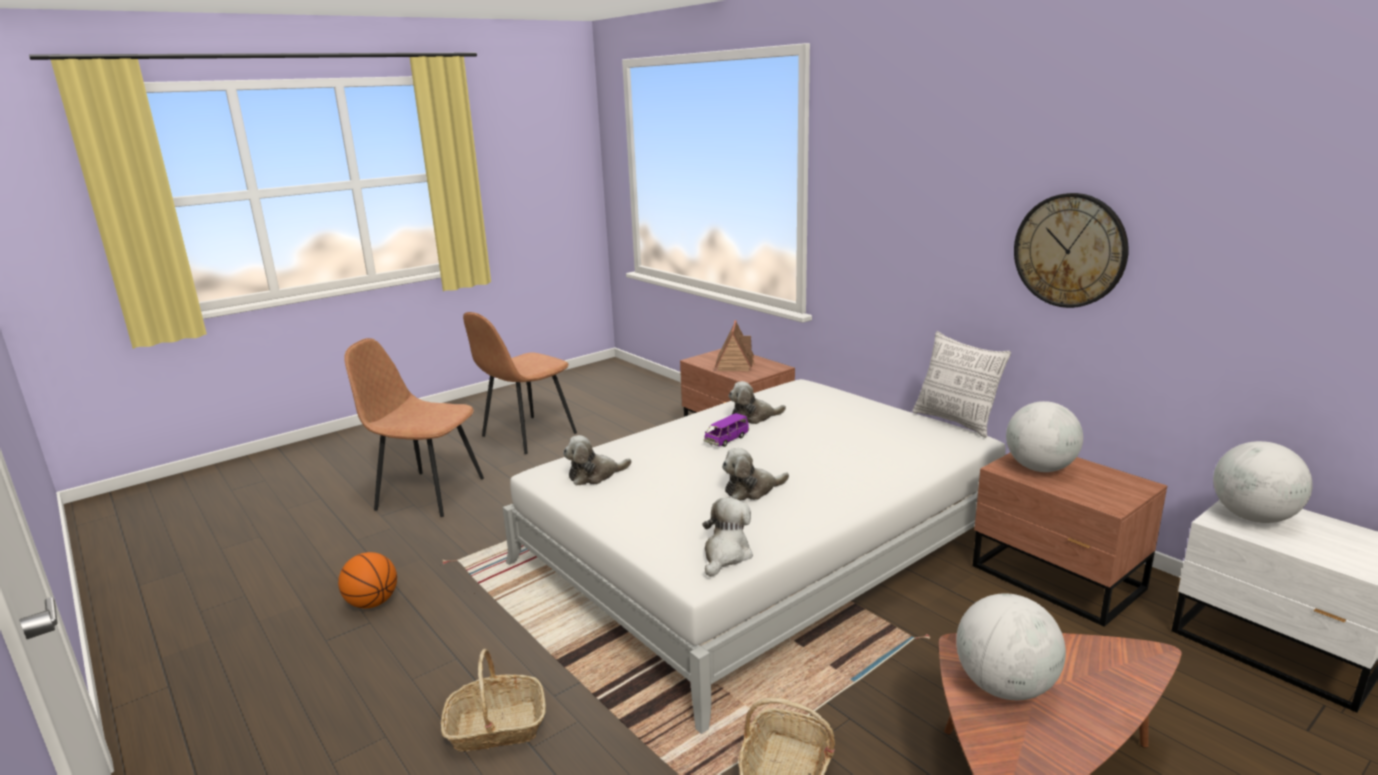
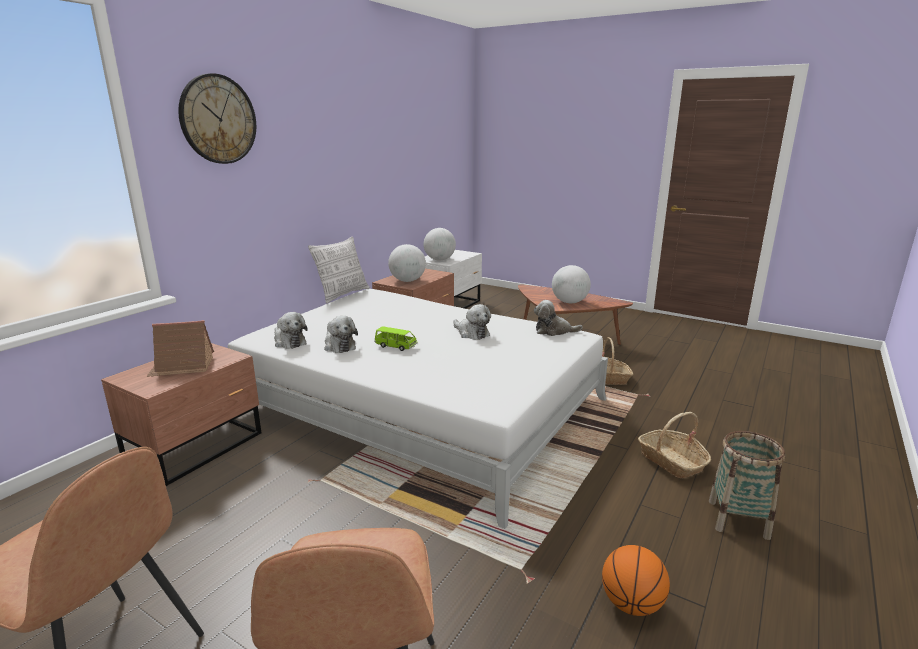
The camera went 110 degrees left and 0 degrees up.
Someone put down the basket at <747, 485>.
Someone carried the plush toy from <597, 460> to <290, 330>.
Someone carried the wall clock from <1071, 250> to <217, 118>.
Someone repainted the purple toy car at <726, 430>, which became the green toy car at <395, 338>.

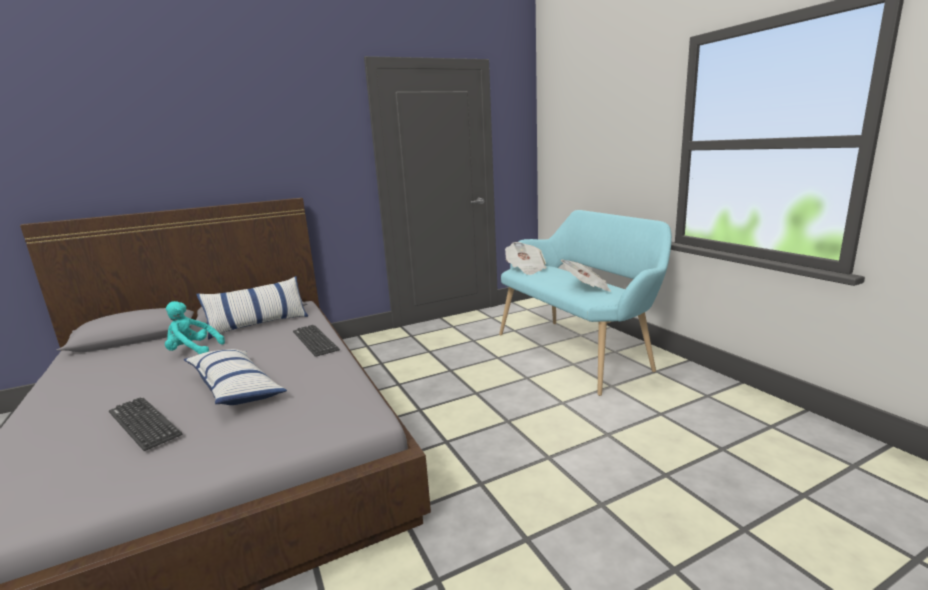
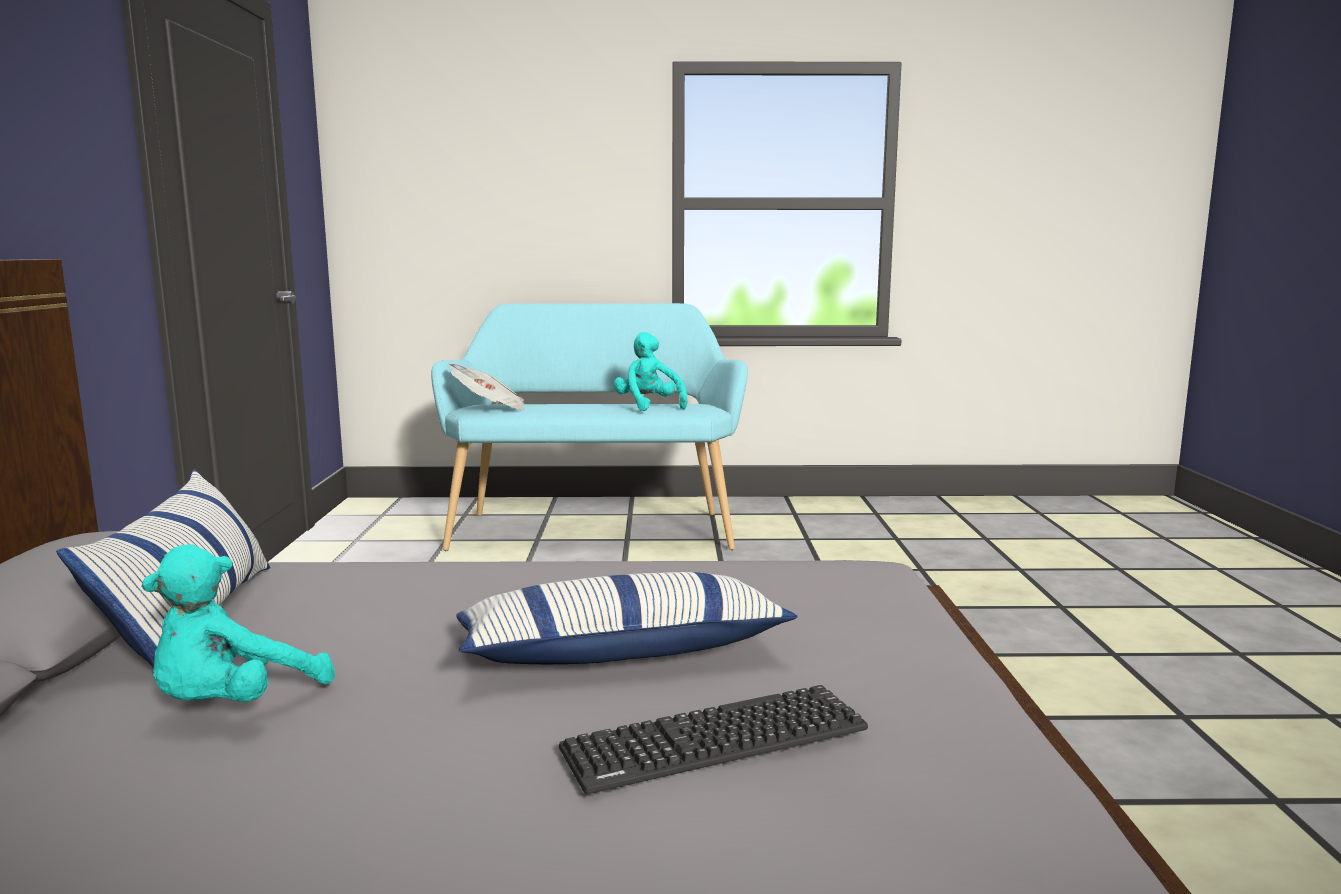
The camera went 65 degrees left and 5 degrees down.
Someone took away the keyboard at <316, 341>.
Someone swapped the newspaper at <586, 275> for the turquoise plush toy at <650, 371>.

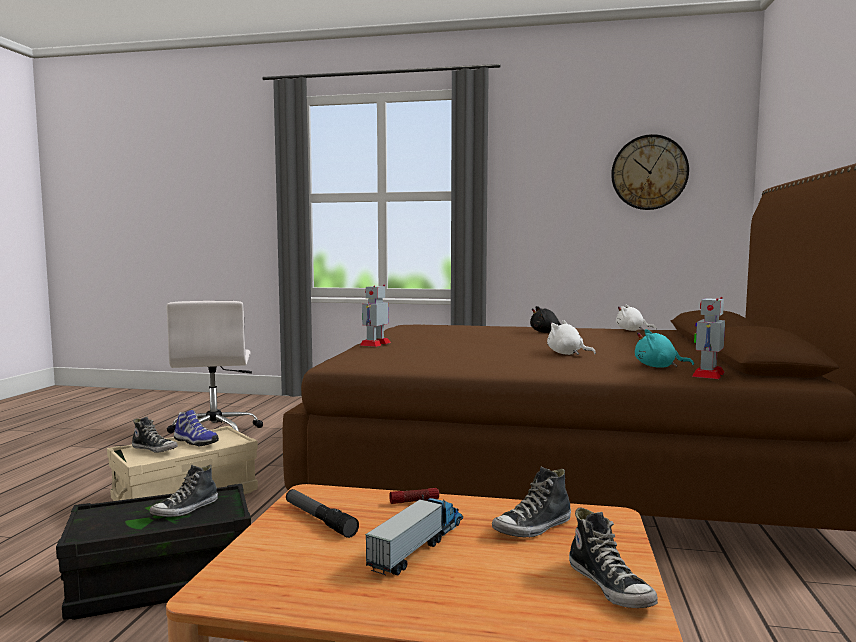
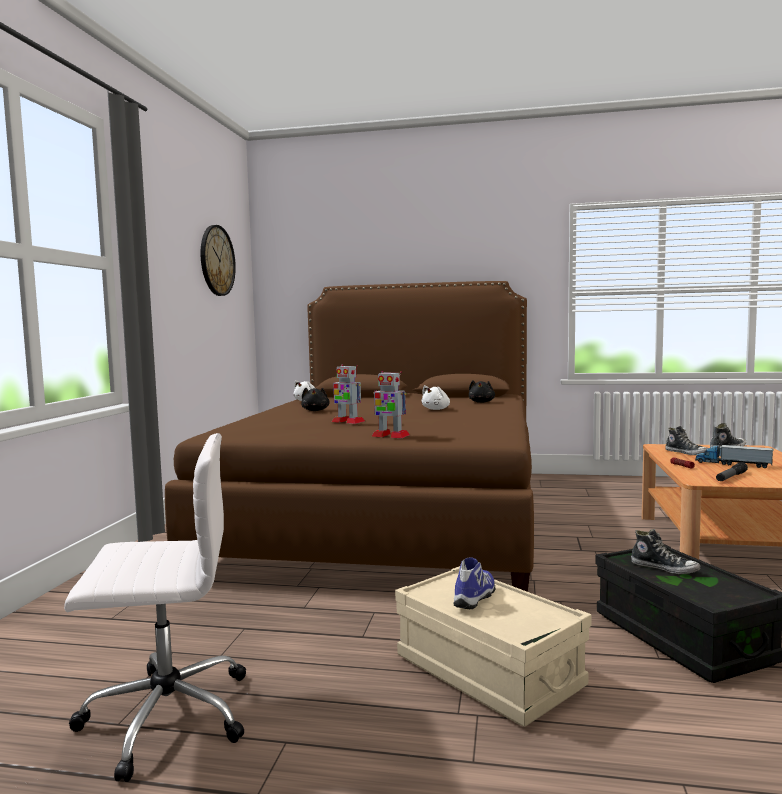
The camera went 90 degrees left and 0 degrees up.
Someone took away the shoe at <155, 435>.
Someone carried the toy robot from <708, 338> to <348, 394>.
Someone repainted the turquoise plush toy at <664, 348>, which became the black plush toy at <482, 391>.

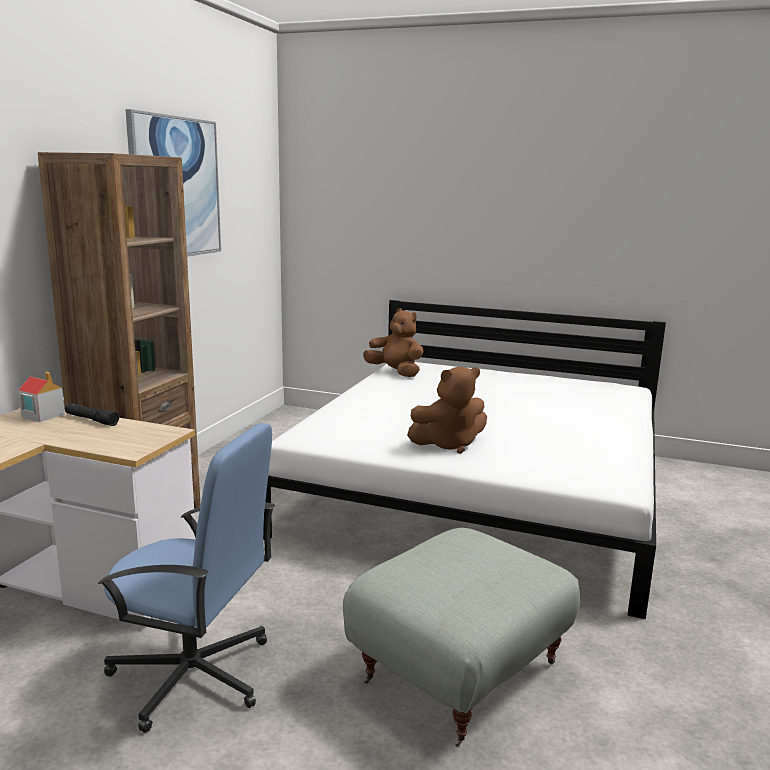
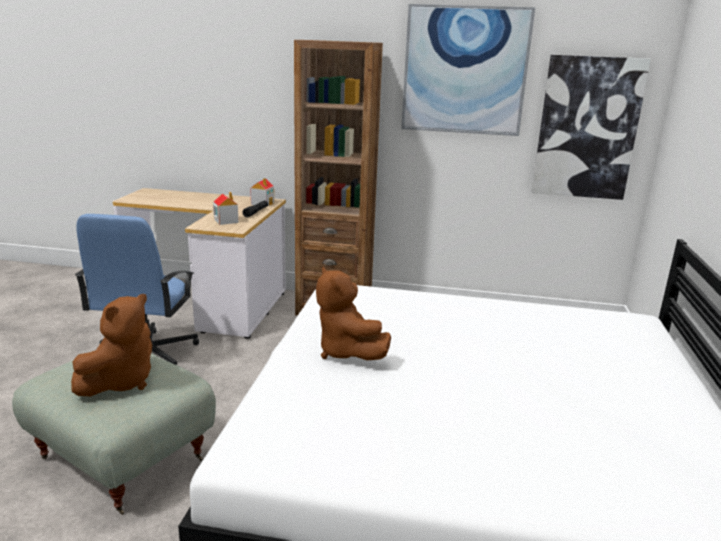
The camera went 80 degrees right and 5 degrees up.
Someone put down the toy house at <226, 208>.
Someone put up the picture at <591, 127>.
Someone carried the brown plush toy from <393, 342> to <111, 345>.

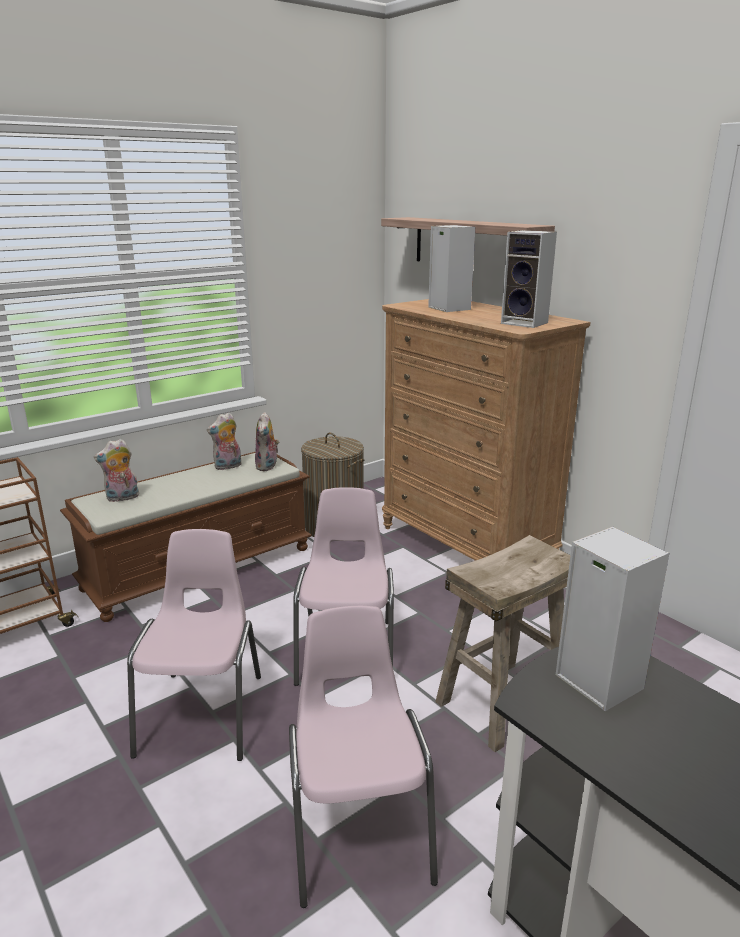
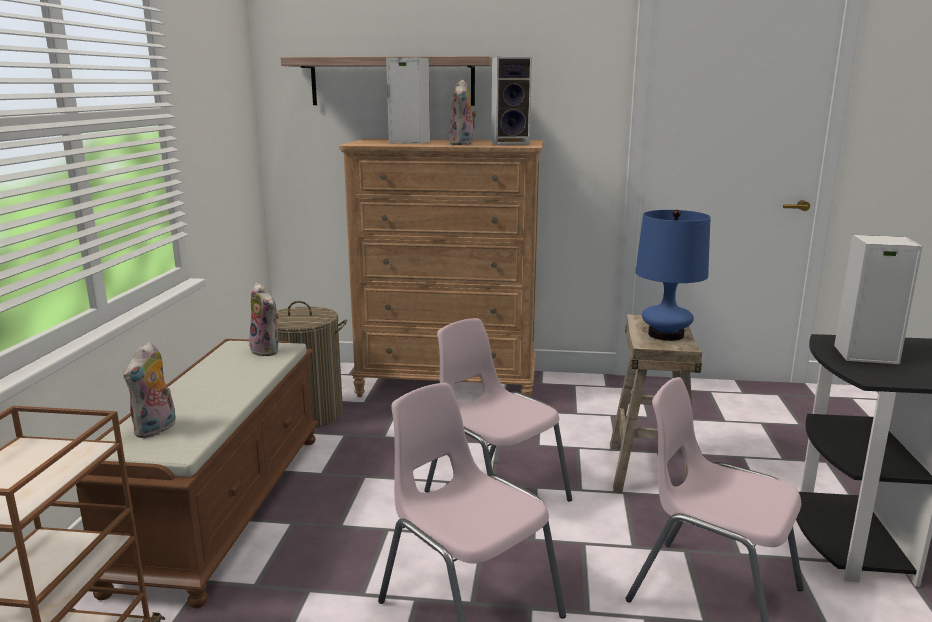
The camera went 45 degrees left and 5 degrees down.
Someone put down the blue table lamp at <673, 275>.
Someone carried the plush toy from <224, 441> to <463, 112>.

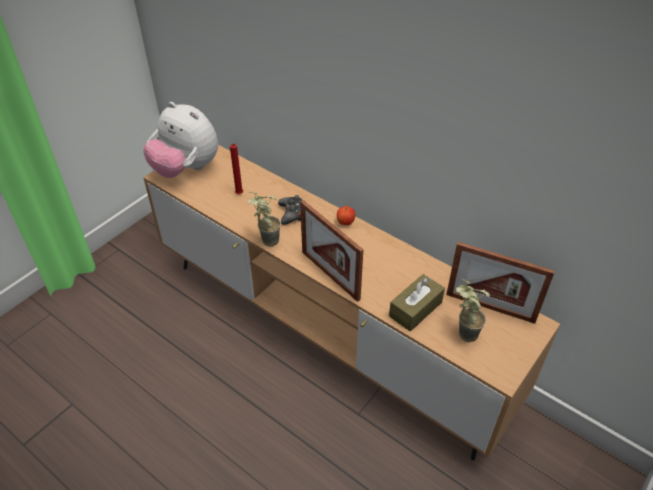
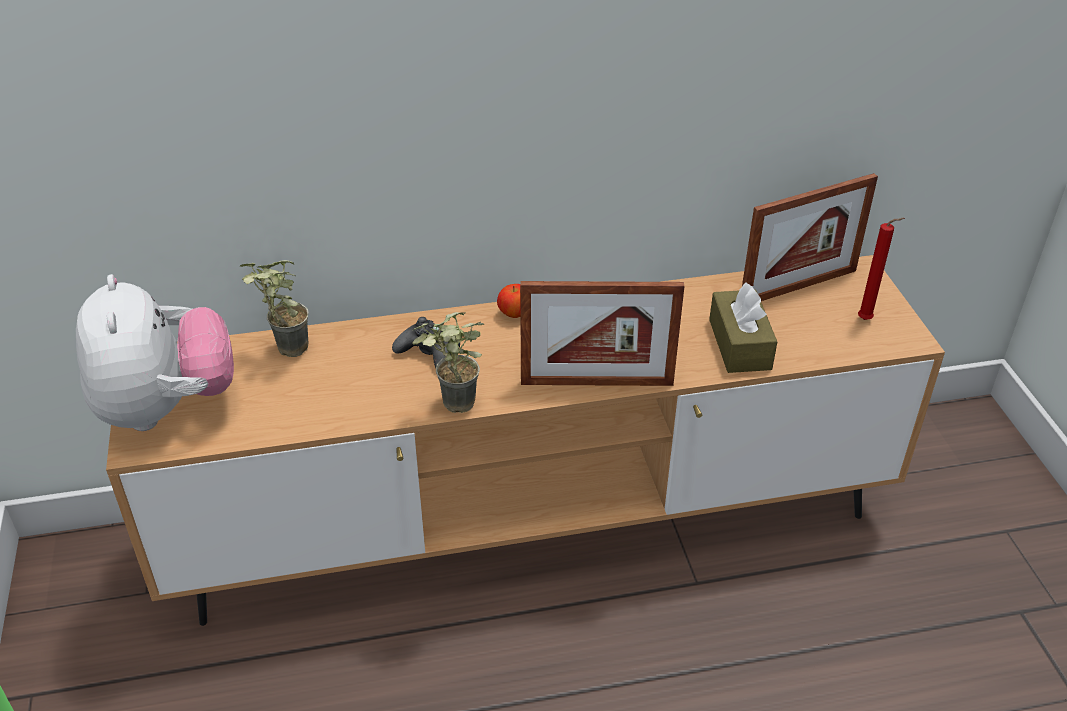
The camera went 50 degrees left and 5 degrees down.
Someone carried the red candle from <236, 168> to <881, 269>.
Someone carried the potted plant from <473, 310> to <274, 308>.
Someone rotated the plush toy at <180, 140> by 90 degrees counterclockwise.

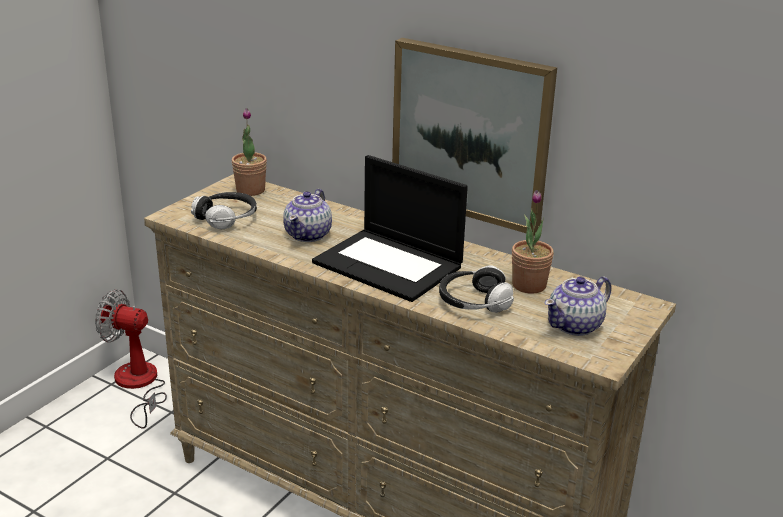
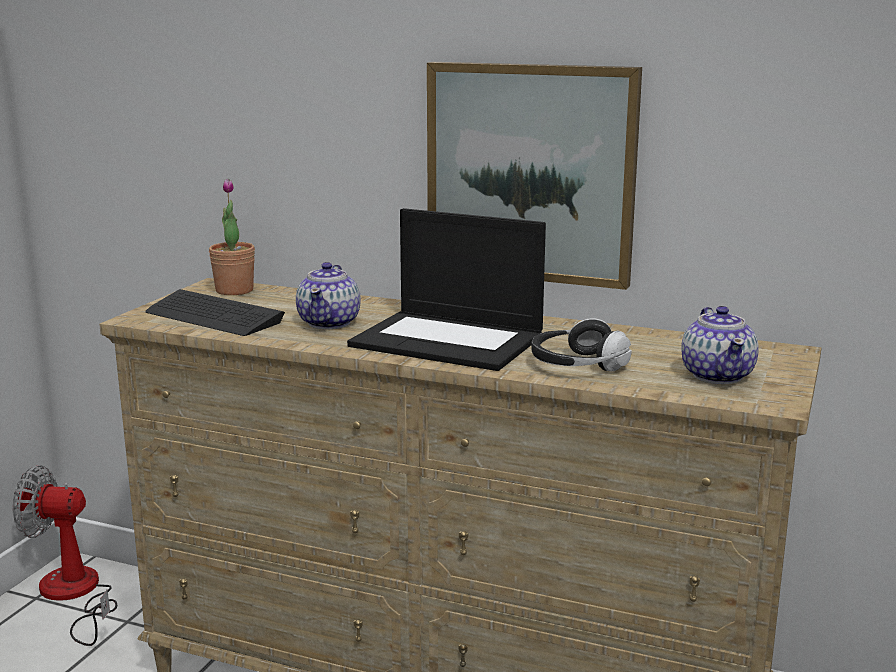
The camera went 10 degrees left and 10 degrees down.
Someone took away the potted plant at <533, 242>.
Someone swapped the headphones at <224, 210> for the keyboard at <215, 312>.
Someone rotated the teapot at <578, 306> by 45 degrees counterclockwise.

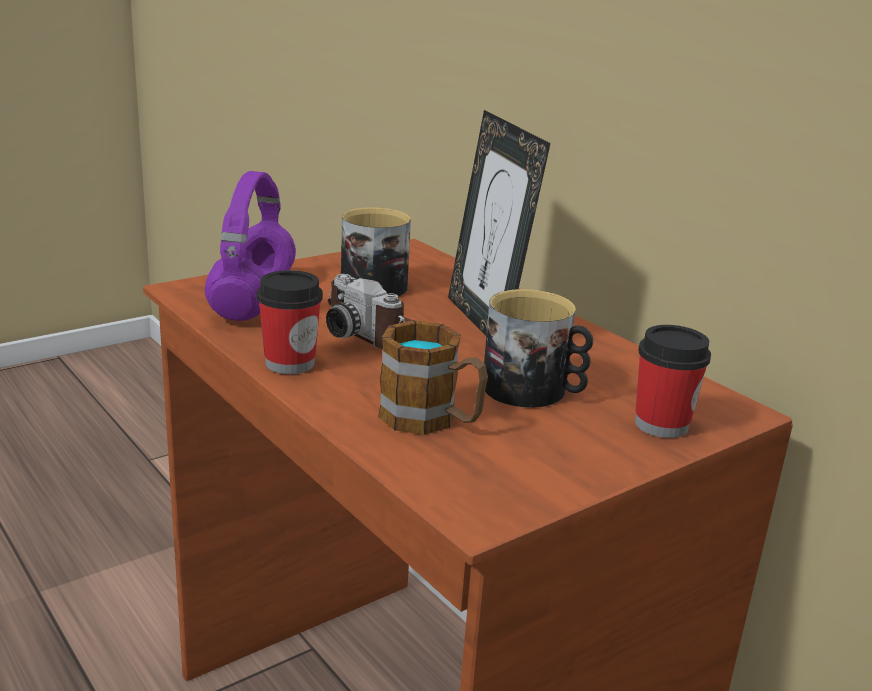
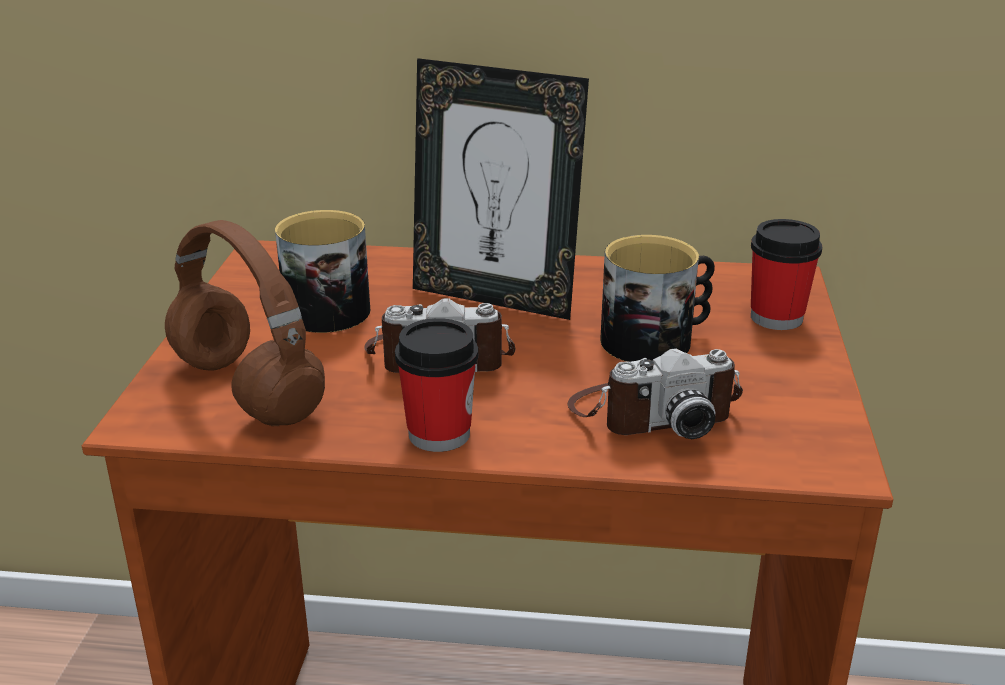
The camera went 45 degrees left and 5 degrees up.
Someone swapped the mug at <433, 377> for the photo camera at <655, 393>.
Someone repainted the purple headphones at <250, 246>, which became the brown headphones at <245, 323>.

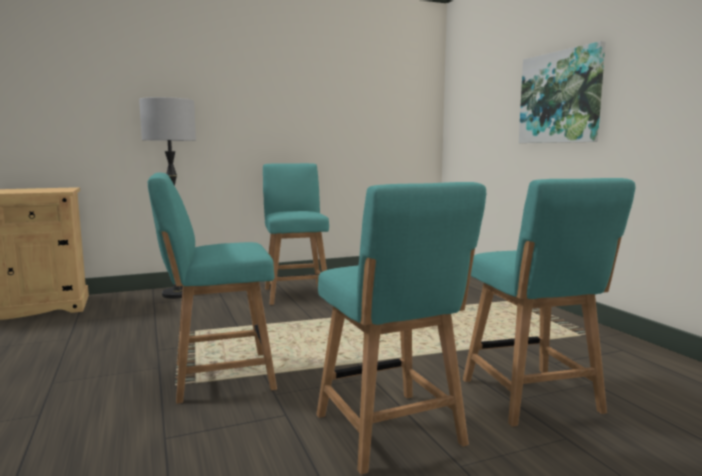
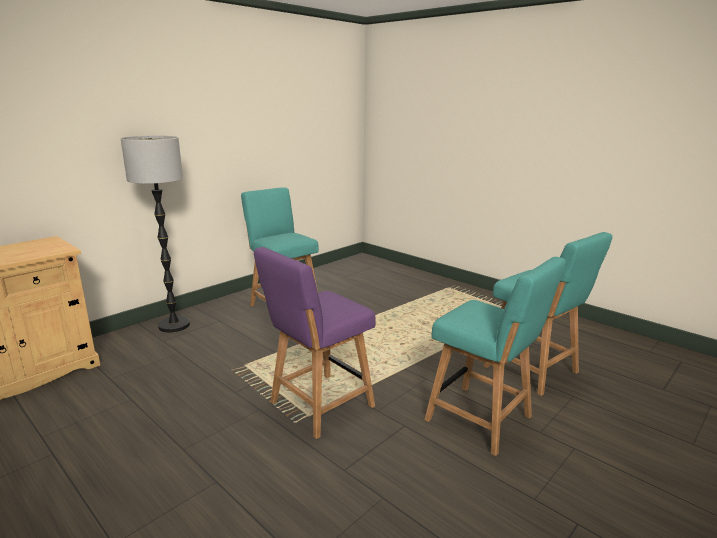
The camera went 25 degrees left and 10 degrees up.
Someone took away the picture at <562, 92>.
Someone repainted the turquoise chair at <212, 288>, which became the purple chair at <315, 343>.

